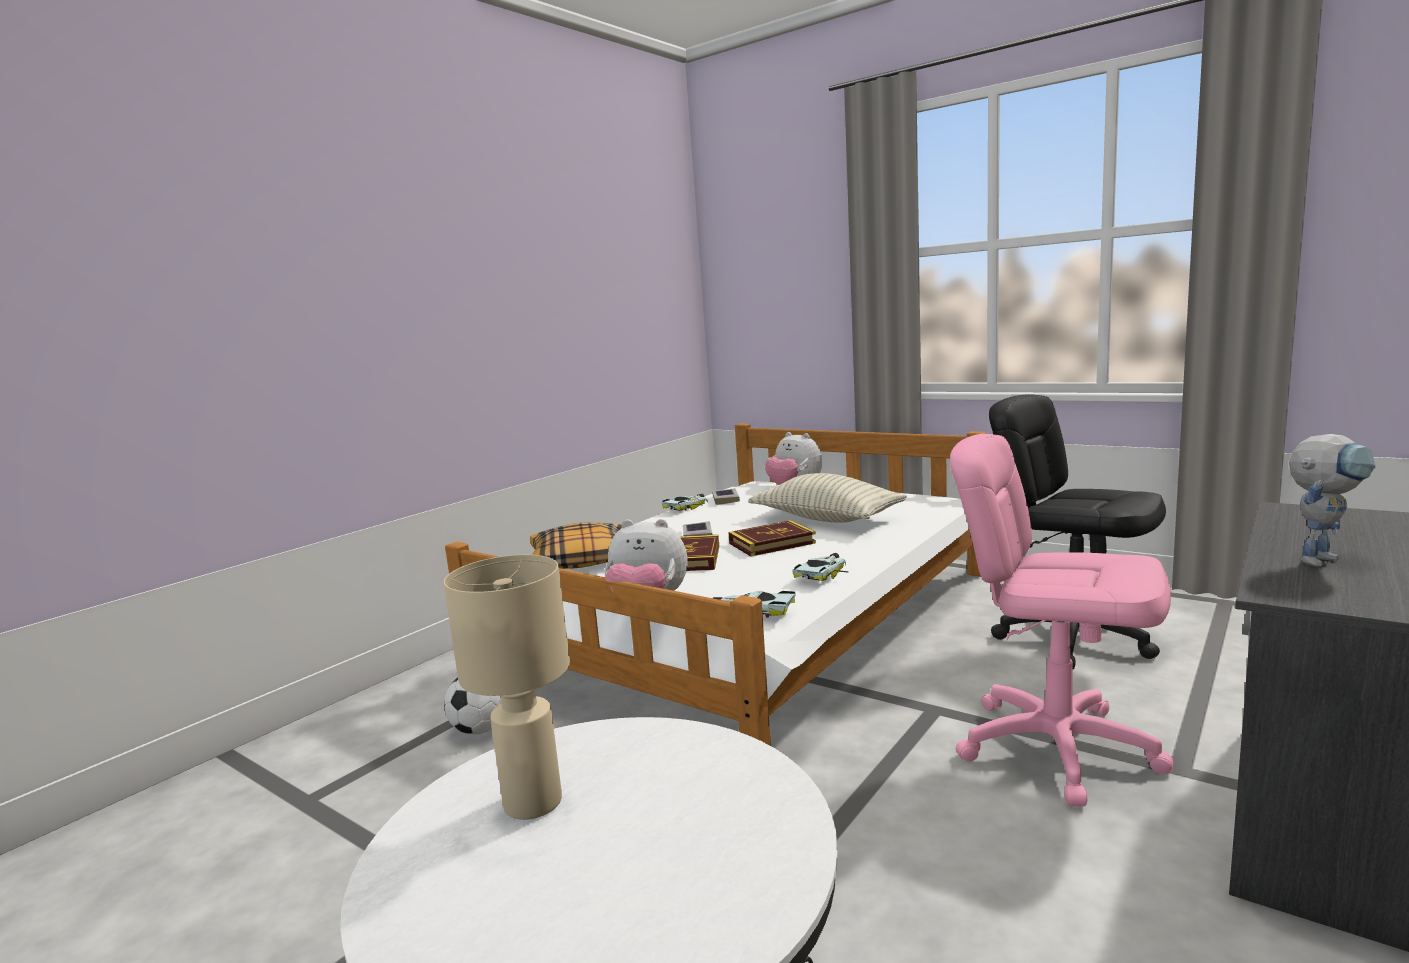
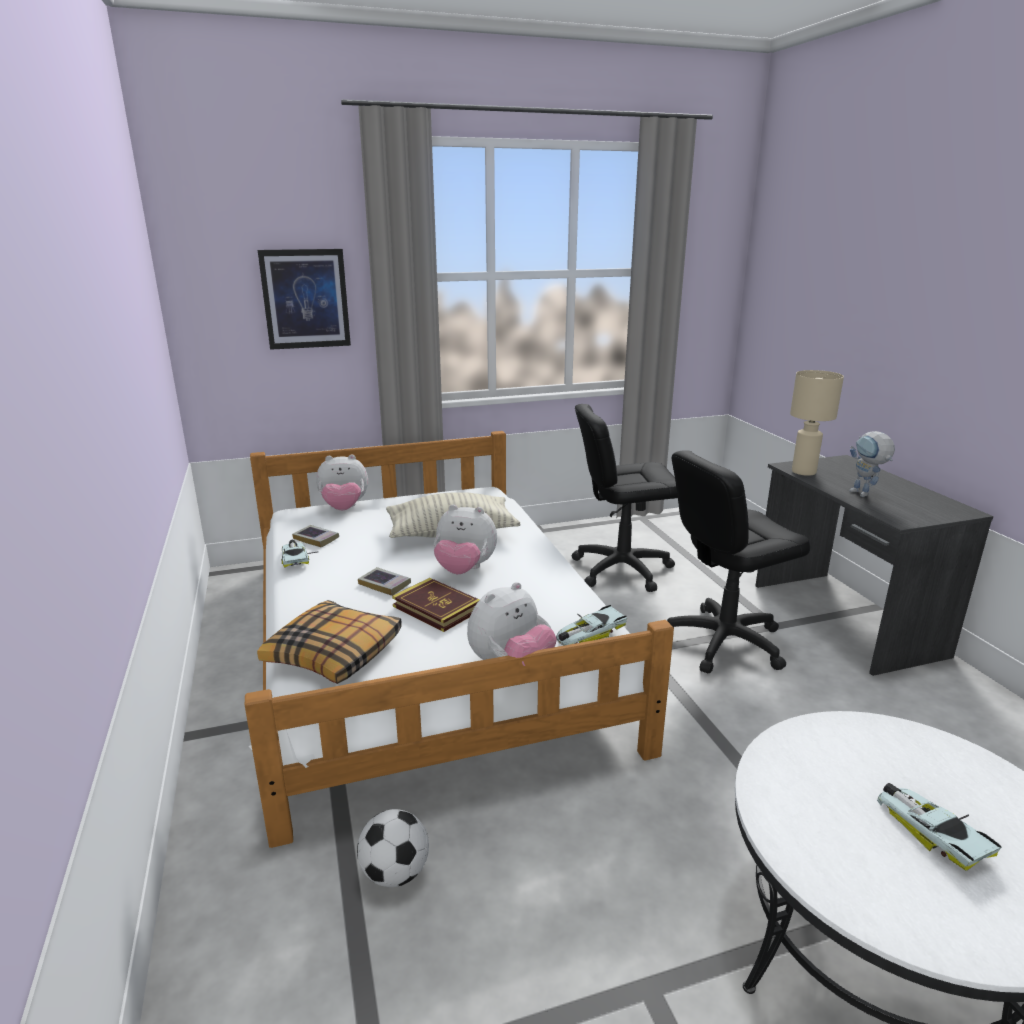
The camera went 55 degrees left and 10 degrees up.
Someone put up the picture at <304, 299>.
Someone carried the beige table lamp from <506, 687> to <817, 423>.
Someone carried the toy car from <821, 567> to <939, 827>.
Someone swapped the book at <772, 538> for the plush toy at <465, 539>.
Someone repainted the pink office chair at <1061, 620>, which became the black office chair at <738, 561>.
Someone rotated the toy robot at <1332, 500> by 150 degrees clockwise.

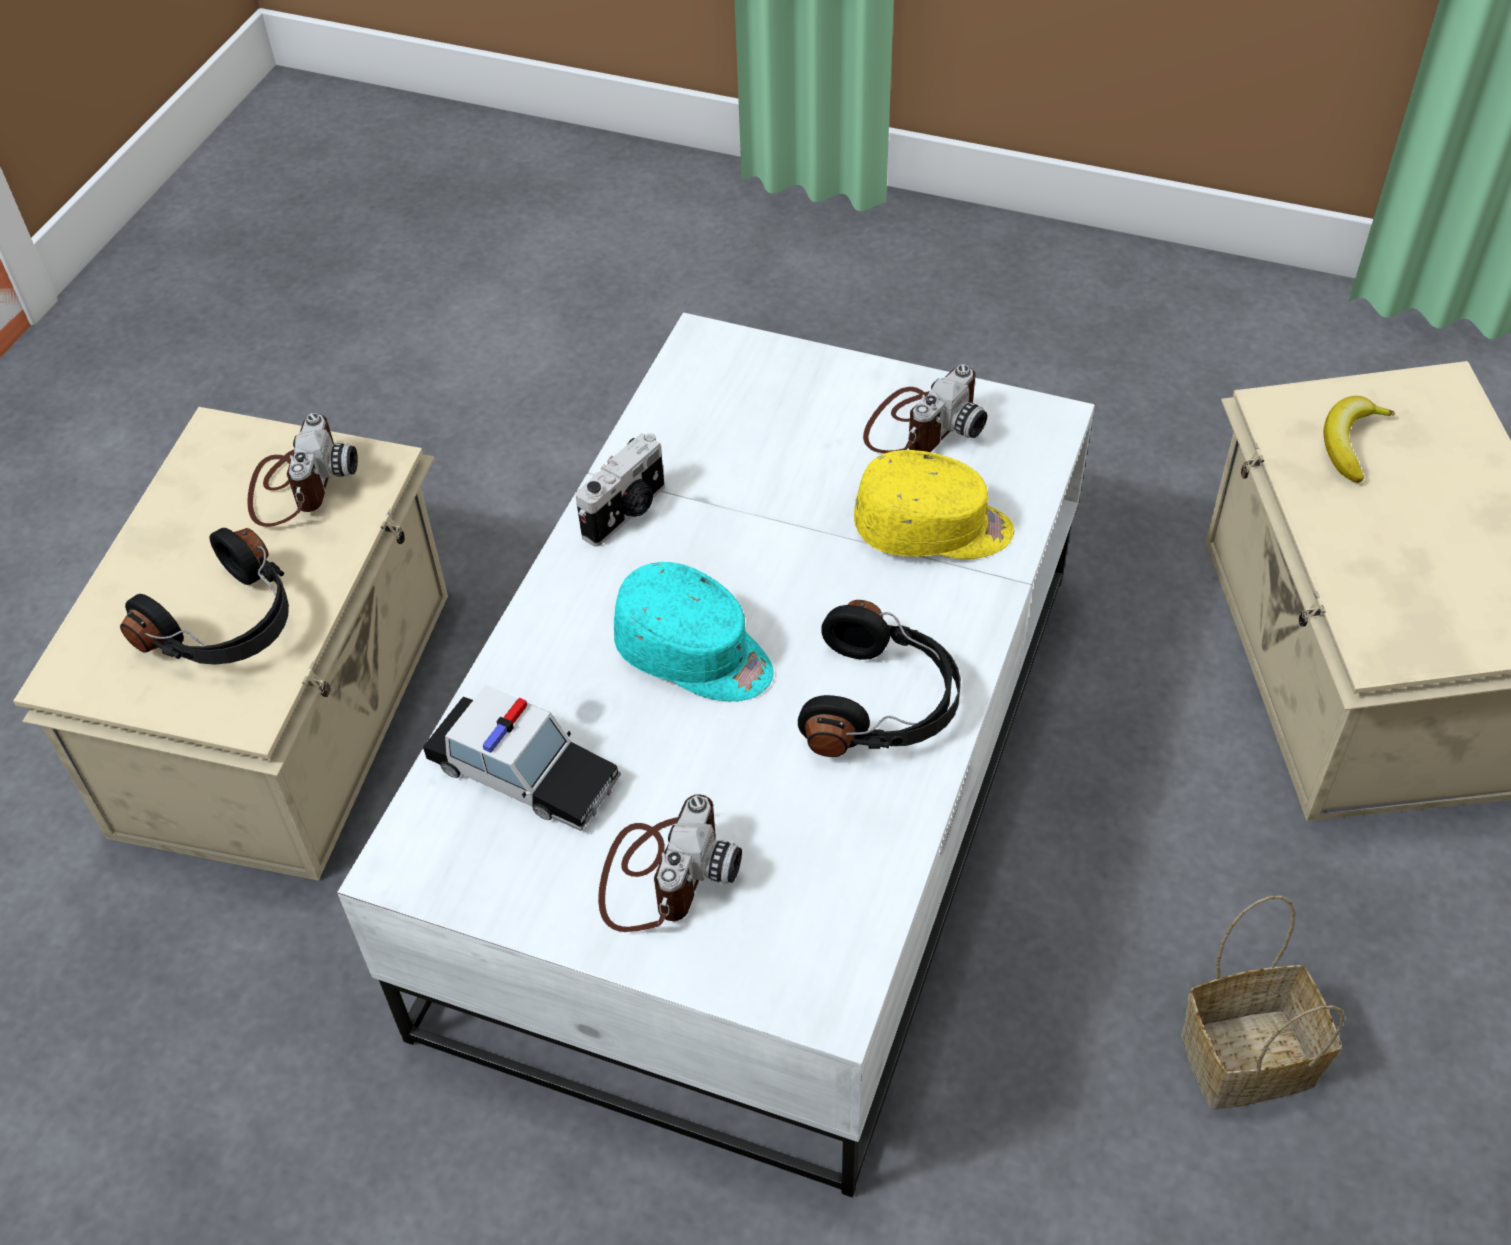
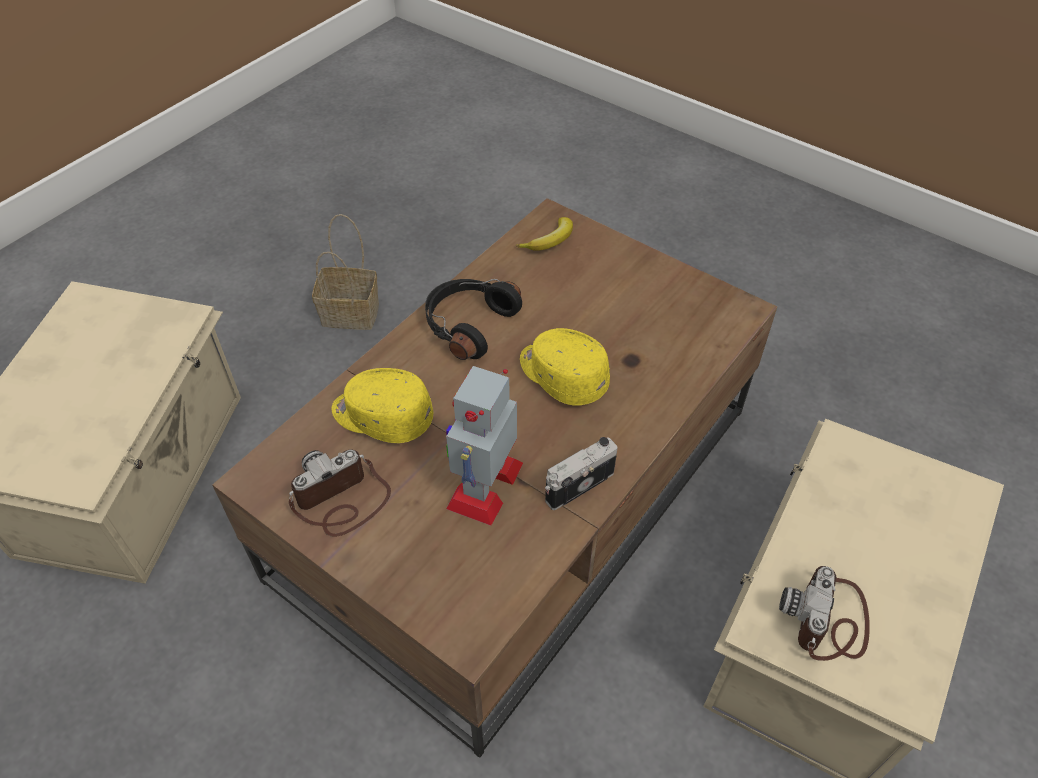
The camera went 165 degrees left and 0 degrees up.
Someone took away the black headphones at <204, 596>.
Someone took away the toy car at <522, 758>.
Someone took away the photo camera at <670, 863>.
Someone put down the toy robot at <484, 446>.
Someone carried the banana from <1359, 439> to <544, 234>.
Someone repainted the white coffee table at <716, 755>, which became the brown coffee table at <494, 478>.
Someone repainted the turquoise cap at <693, 631>, which became the yellow cap at <565, 366>.

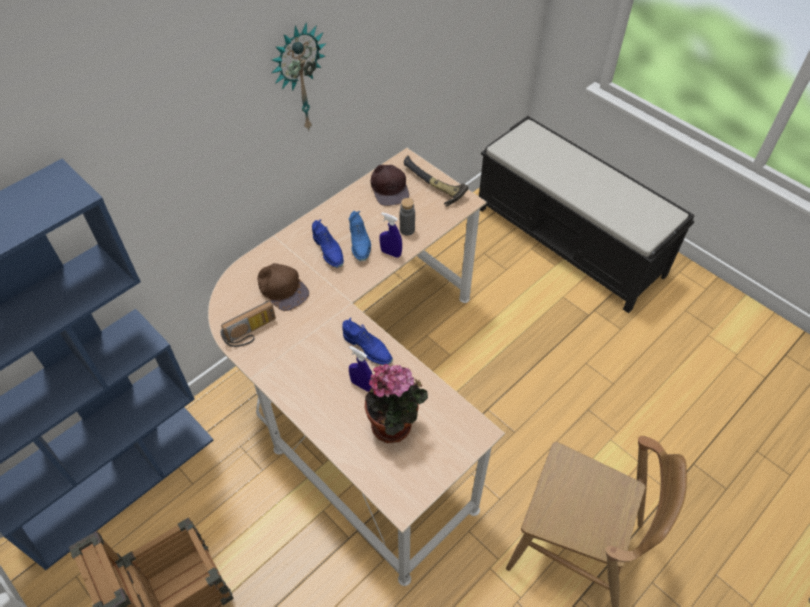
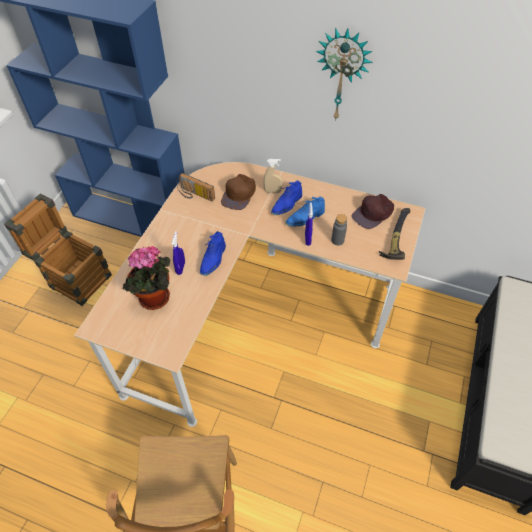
The camera went 65 degrees right and 0 degrees up.
Someone put down the beige spray bottle at <273, 176>.

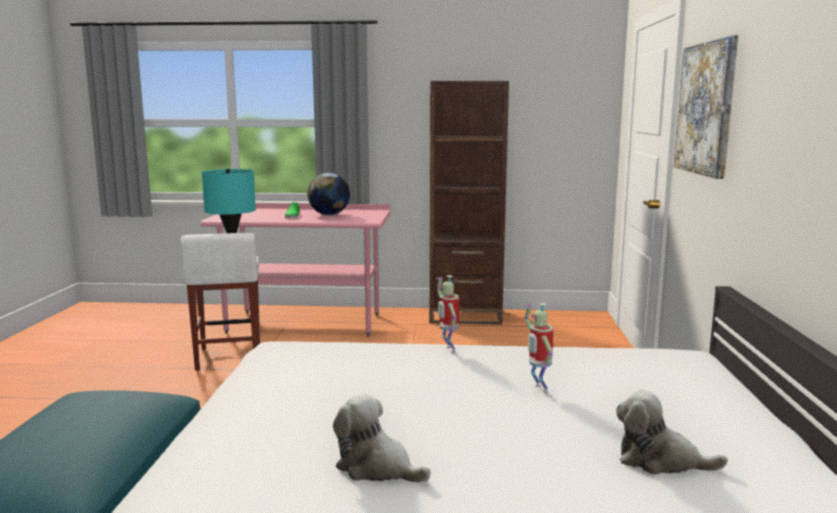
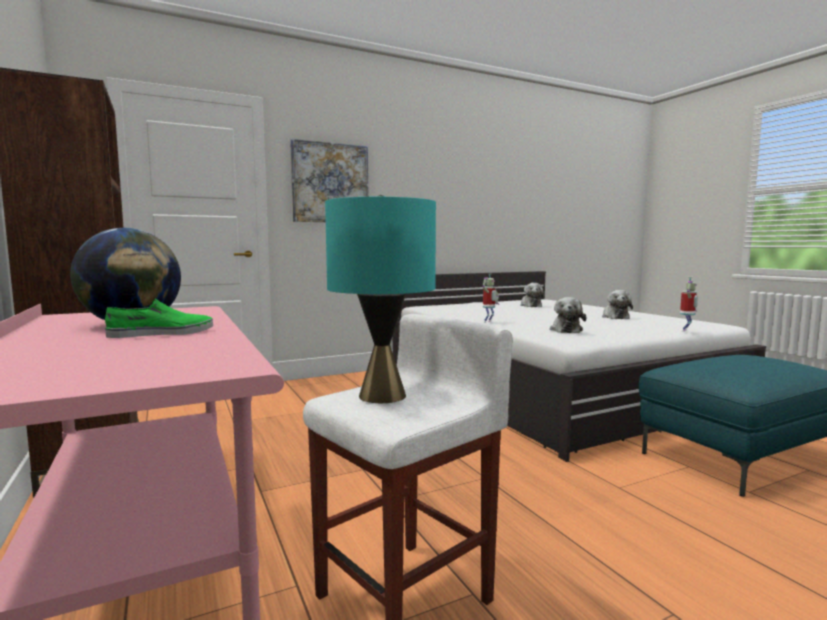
The camera went 120 degrees left and 5 degrees down.
Someone put down the plush toy at <568, 315>.
Someone carried the toy robot from <538, 348> to <689, 304>.

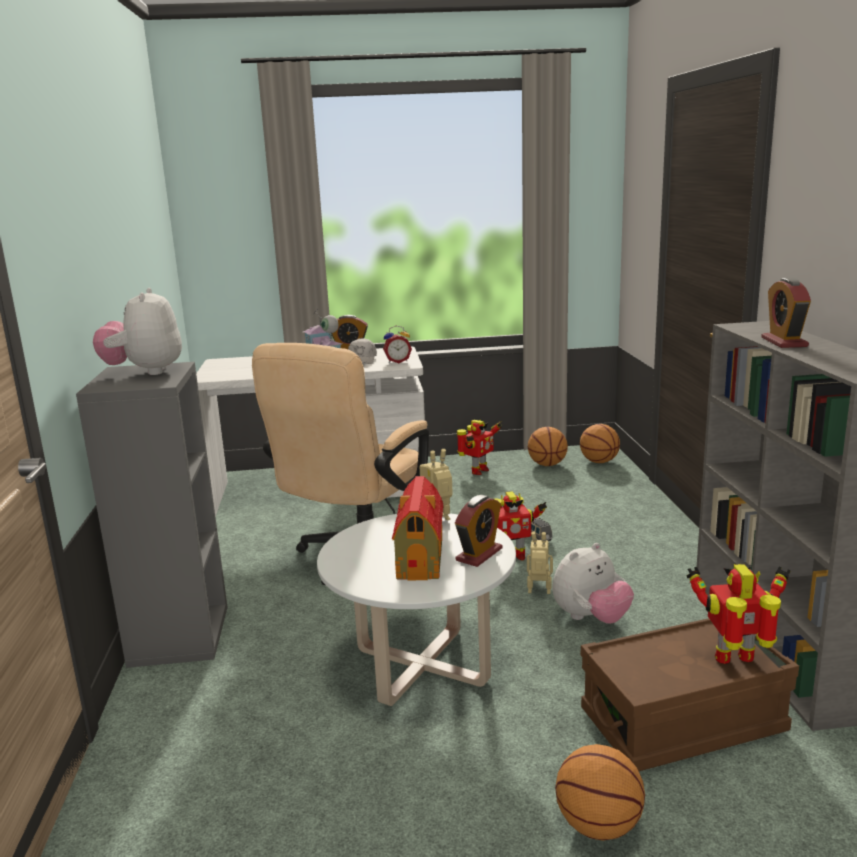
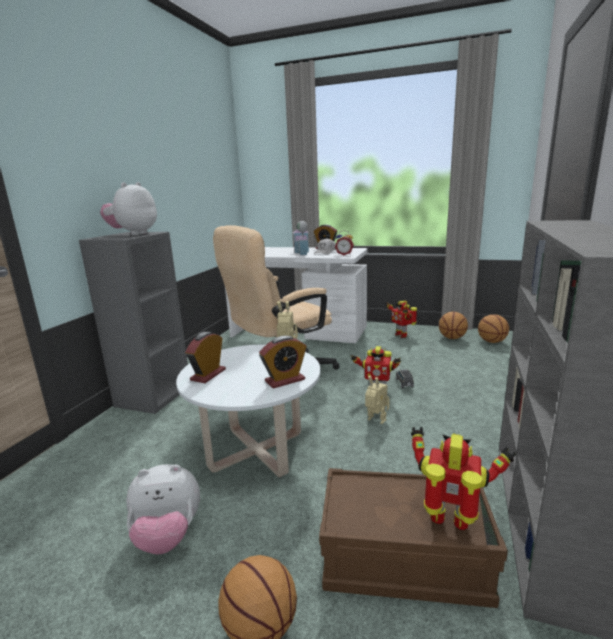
The camera went 25 degrees right and 0 degrees up.
Someone took away the toy house at <418, 528>.
Someone carried the plush toy from <593, 583> to <163, 509>.
Someone carried the alarm clock from <786, 313> to <205, 357>.
Someone rotated the toy robot at <479, 447> by 90 degrees clockwise.

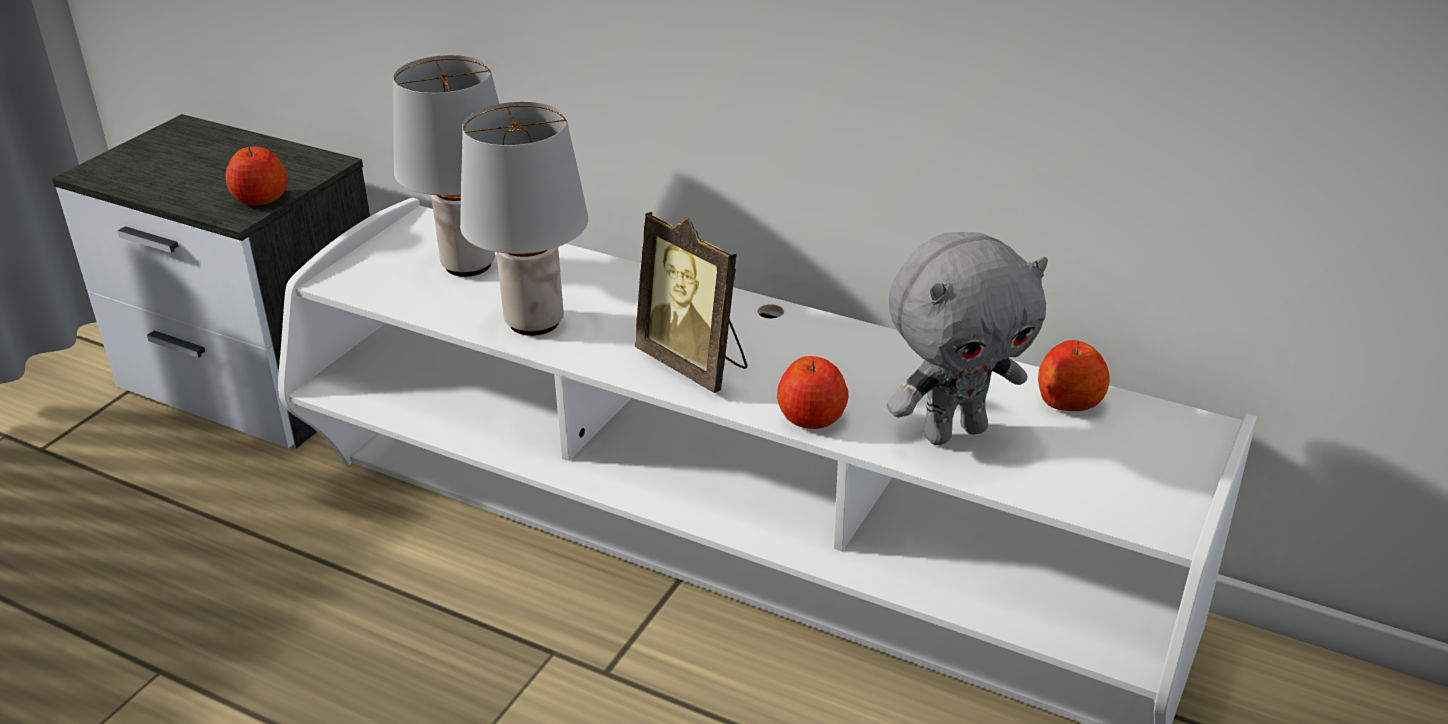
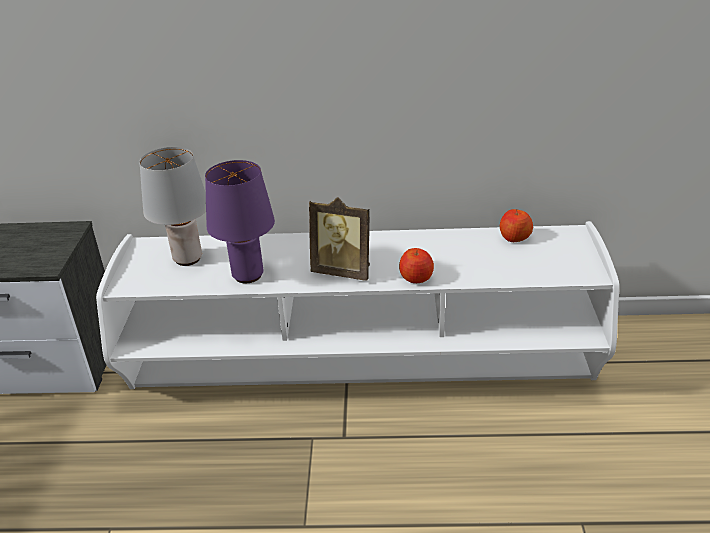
The camera went 25 degrees left and 0 degrees up.
Someone took away the apple at <256, 175>.
Someone took away the grey plush toy at <967, 338>.
Someone repainted the grey table lamp at <524, 219>, which became the purple table lamp at <240, 221>.

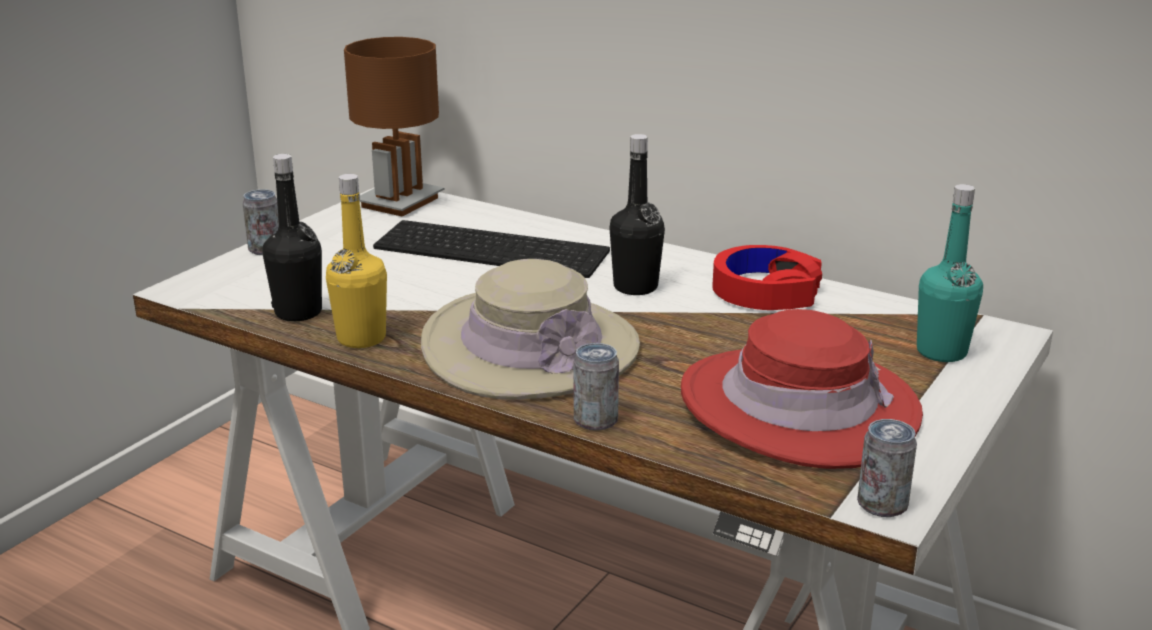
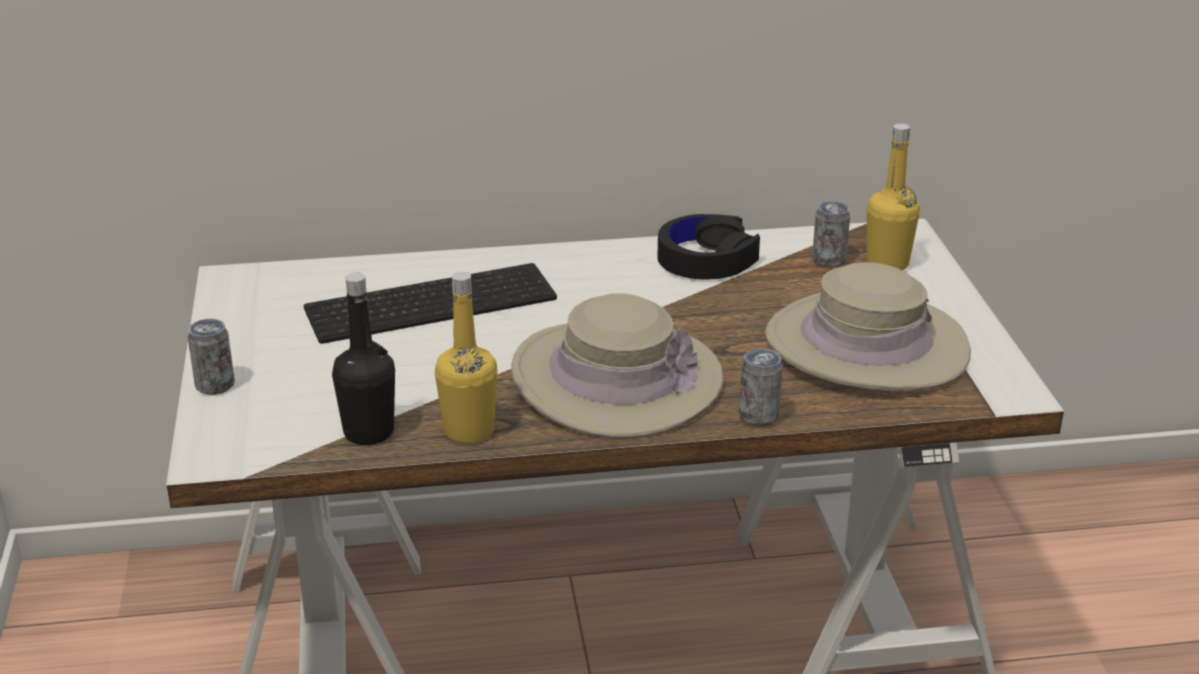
The camera went 40 degrees left and 5 degrees up.
Someone took away the brown table lamp at <394, 127>.
Someone took away the black bottle at <637, 214>.
Someone carried the can from <887, 468> to <831, 234>.
Someone repainted the red hat at <802, 389>, which became the beige hat at <868, 326>.
Someone repainted the red headphones at <767, 277>, which became the black headphones at <708, 247>.
Someone repainted the turquoise bottle at <950, 273>, which became the yellow bottle at <893, 197>.

